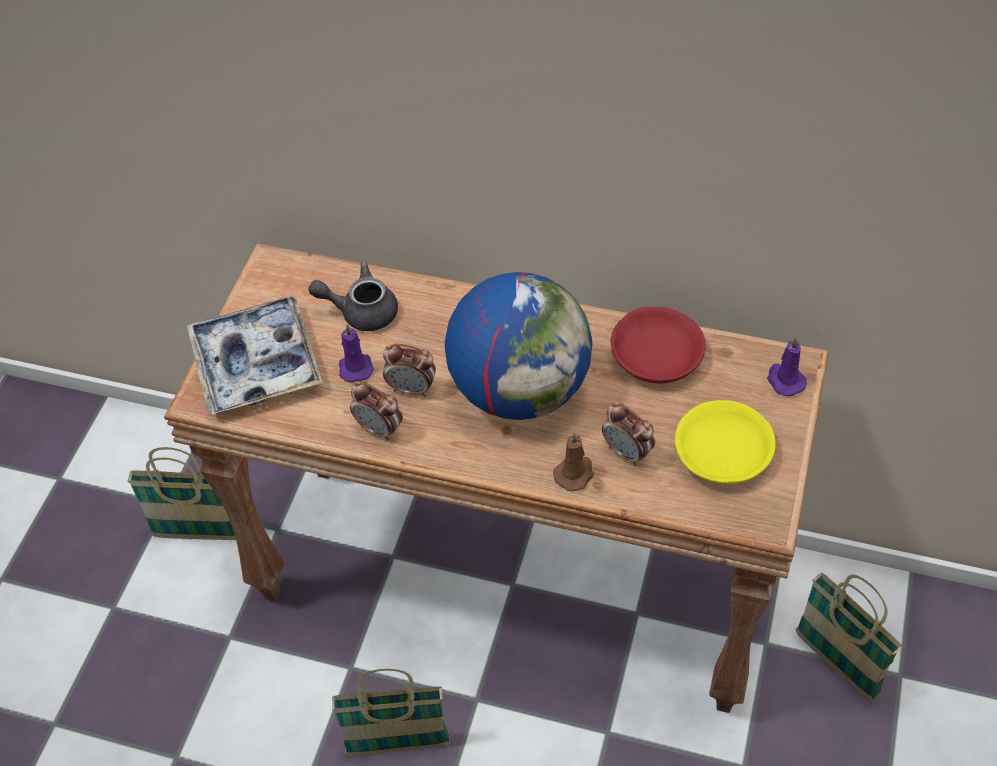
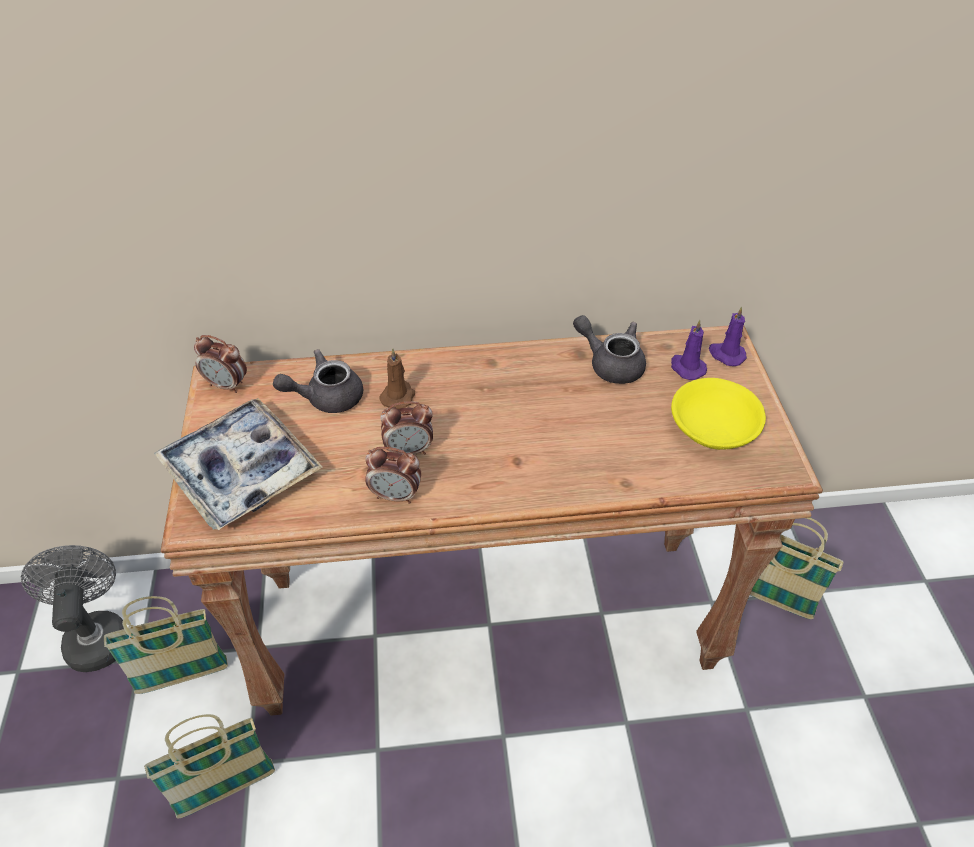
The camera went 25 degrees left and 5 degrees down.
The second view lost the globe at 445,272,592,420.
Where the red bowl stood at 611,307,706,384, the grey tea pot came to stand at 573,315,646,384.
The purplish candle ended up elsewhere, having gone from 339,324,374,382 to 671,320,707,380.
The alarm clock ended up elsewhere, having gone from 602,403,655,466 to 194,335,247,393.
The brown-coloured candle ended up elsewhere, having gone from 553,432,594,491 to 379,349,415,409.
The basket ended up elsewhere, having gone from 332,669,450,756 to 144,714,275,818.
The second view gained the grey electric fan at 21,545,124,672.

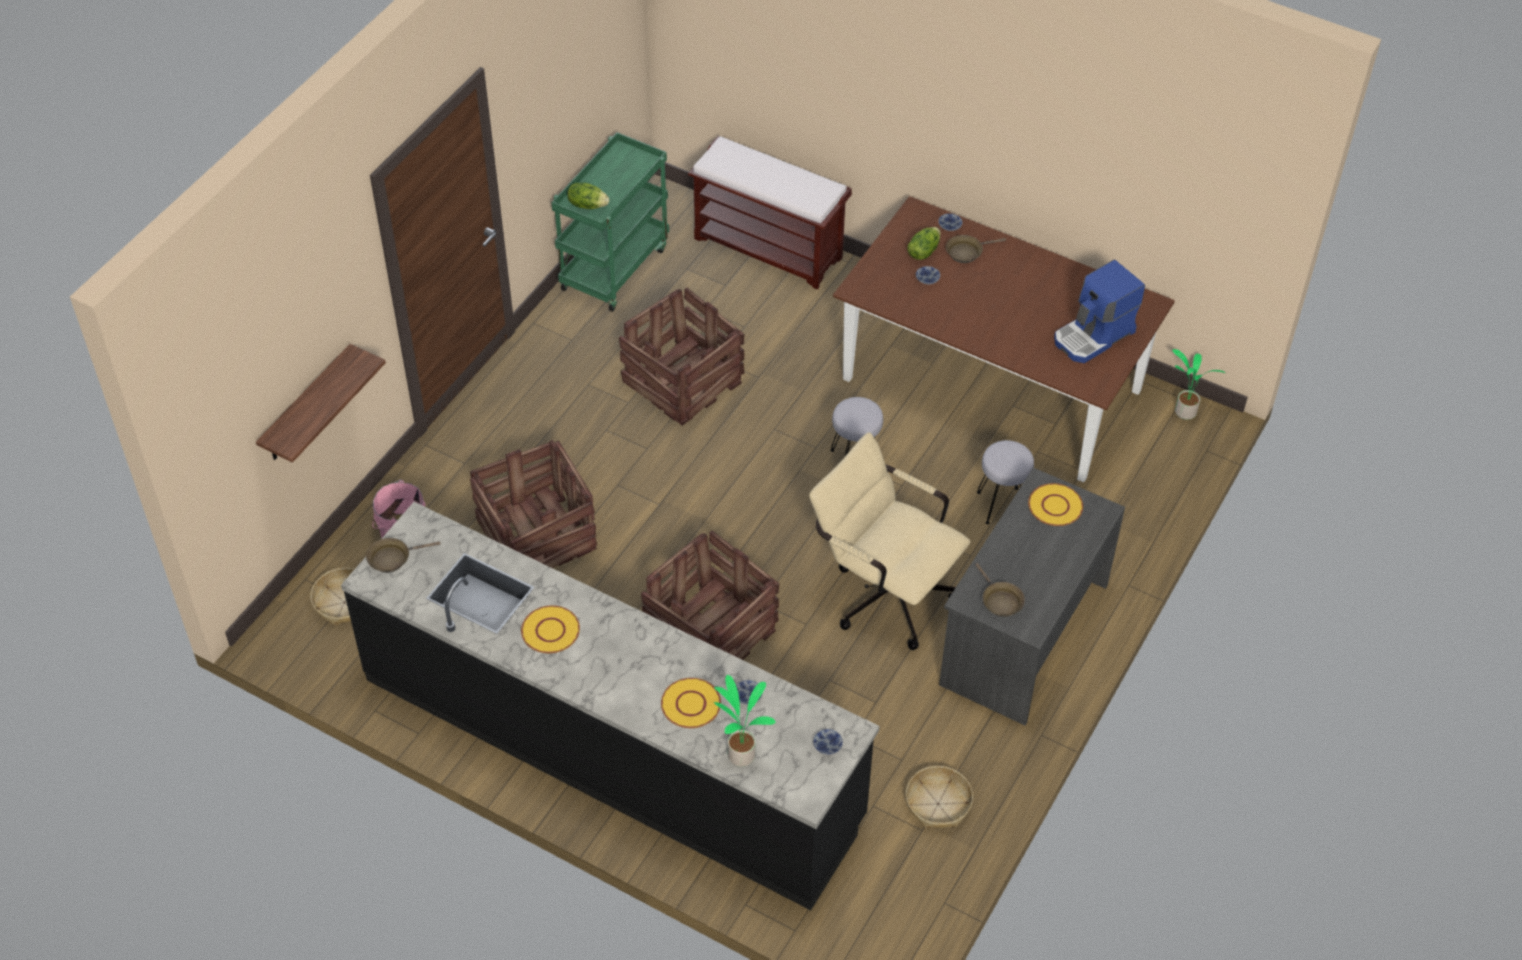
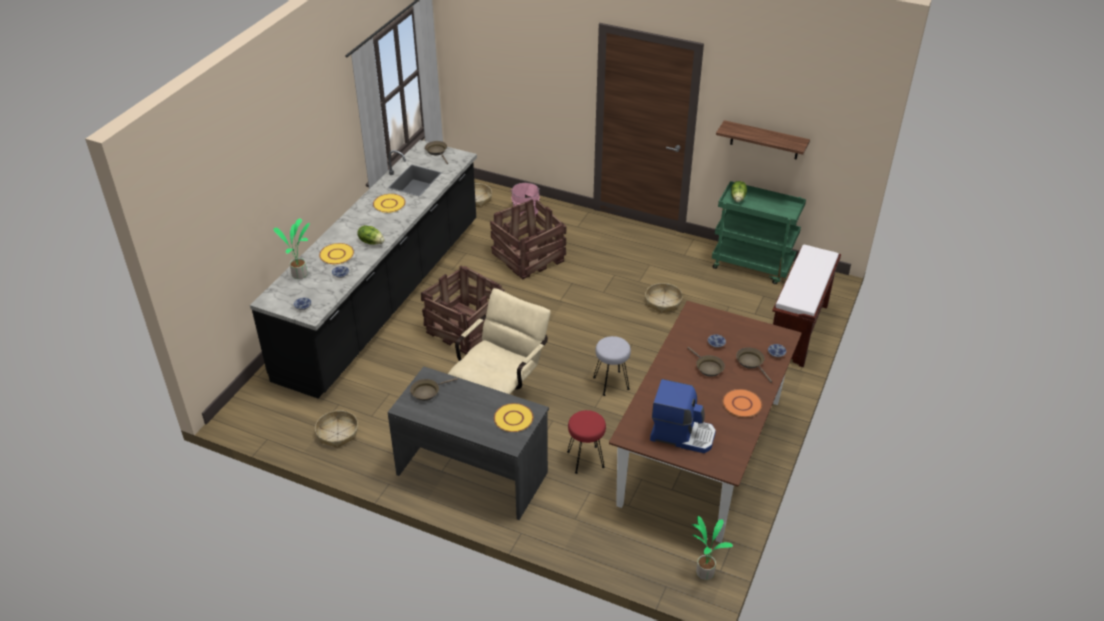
The camera went 85 degrees right and 10 degrees down.
The lettuce head ended up elsewhere, having gone from 908,227,941,260 to 357,225,385,245.
The coffee brewer at 1054,260,1145,363 ended up facing another way, 150 degrees clockwise from before.
Where the shipping crate stood at 619,288,745,425, the basket came to stand at 645,283,683,314.
The shelf ended up elsewhere, having gone from 256,344,386,463 to 716,120,810,160.
What was the grey stool at 977,440,1034,524 turned into the red stool at 567,410,606,474.
The second view gained the brown-coloured skillet at 687,347,725,377.
The second view gained the orange-coloured flat dish at 722,389,762,417.

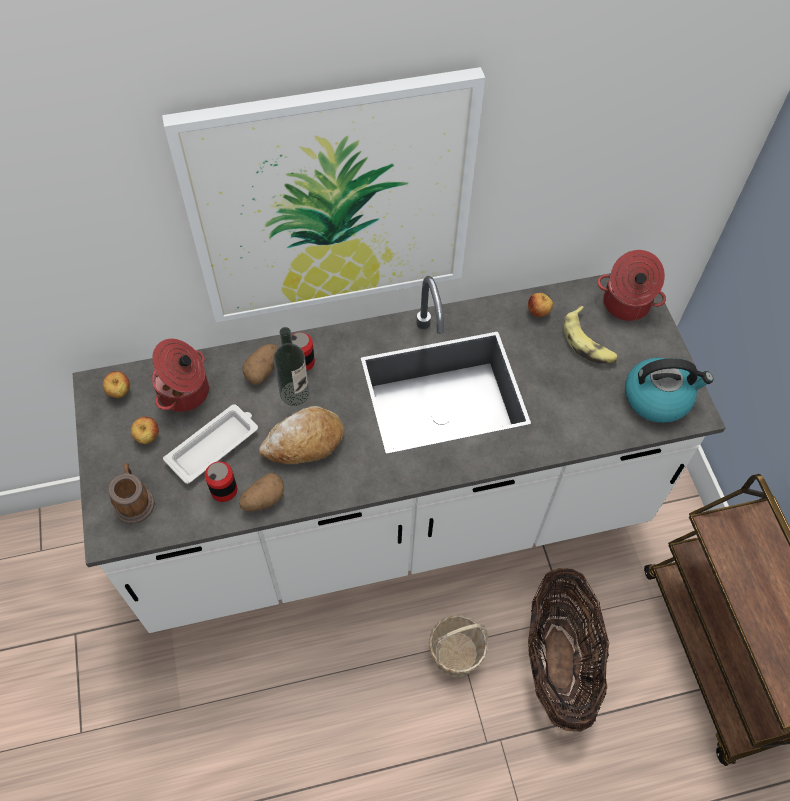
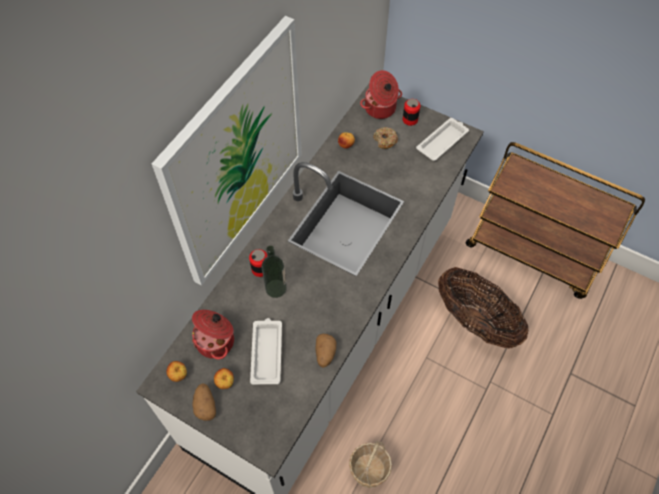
The camera went 45 degrees left and 0 degrees up.
Where the banana fruit stood at 563,306,618,364, the ring doughnut came to stand at 373,127,398,149.
The spud ended up elsewhere, having gone from 242,344,278,385 to 193,383,216,421.
Where the tea kettle stood at 625,358,713,423, the whitish carrying tray came to stand at 416,118,469,161.
The second view lost the baked bread at 259,406,344,464.
The metal can ended up elsewhere, having gone from 205,461,237,502 to 403,99,420,126.
The second view lost the coffee mug at 108,463,155,524.
The basket ended up elsewhere, having gone from 429,615,488,677 to 349,440,392,488.

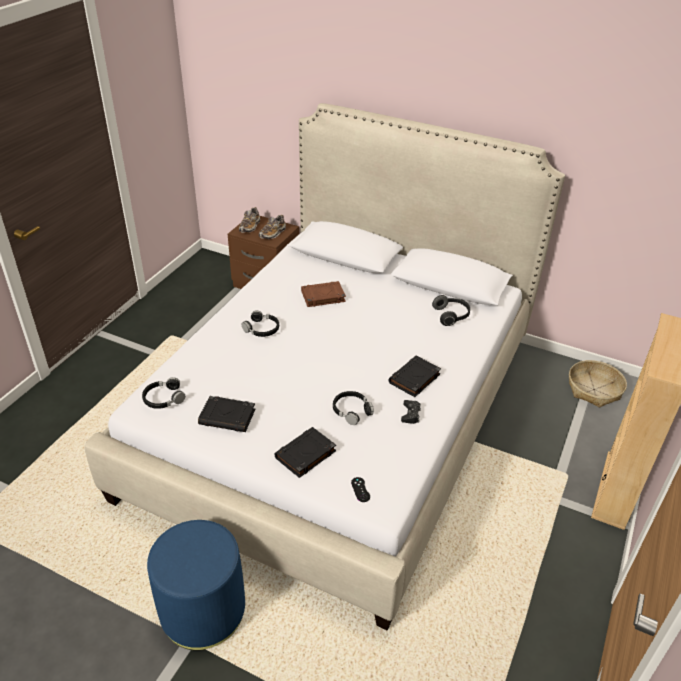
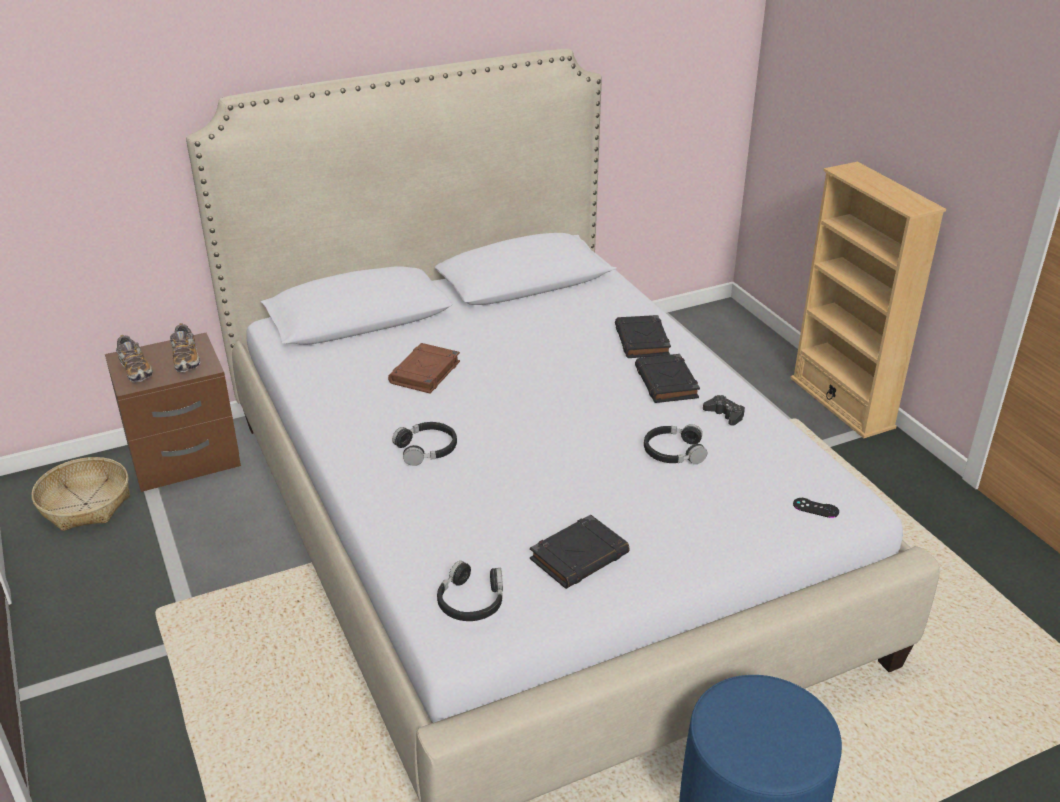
The camera went 50 degrees left and 5 degrees down.
The second view lost the headphones at 432,295,470,326.
The basket ended up elsewhere, having gone from 569,360,627,408 to 32,457,130,531.
The blackish bound book ended up elsewhere, having gone from 274,427,336,478 to 615,315,671,358.

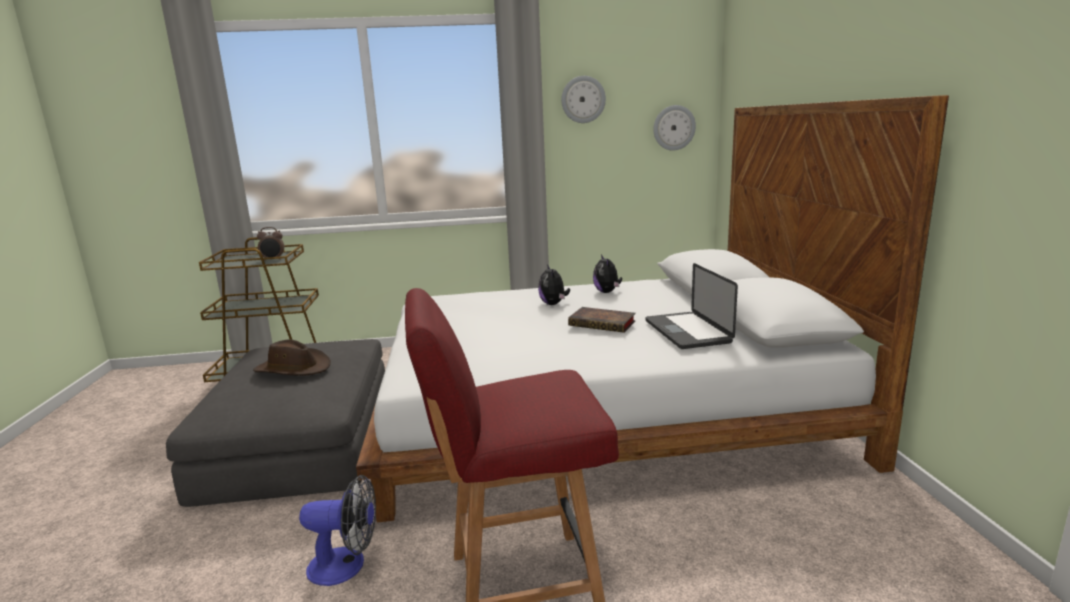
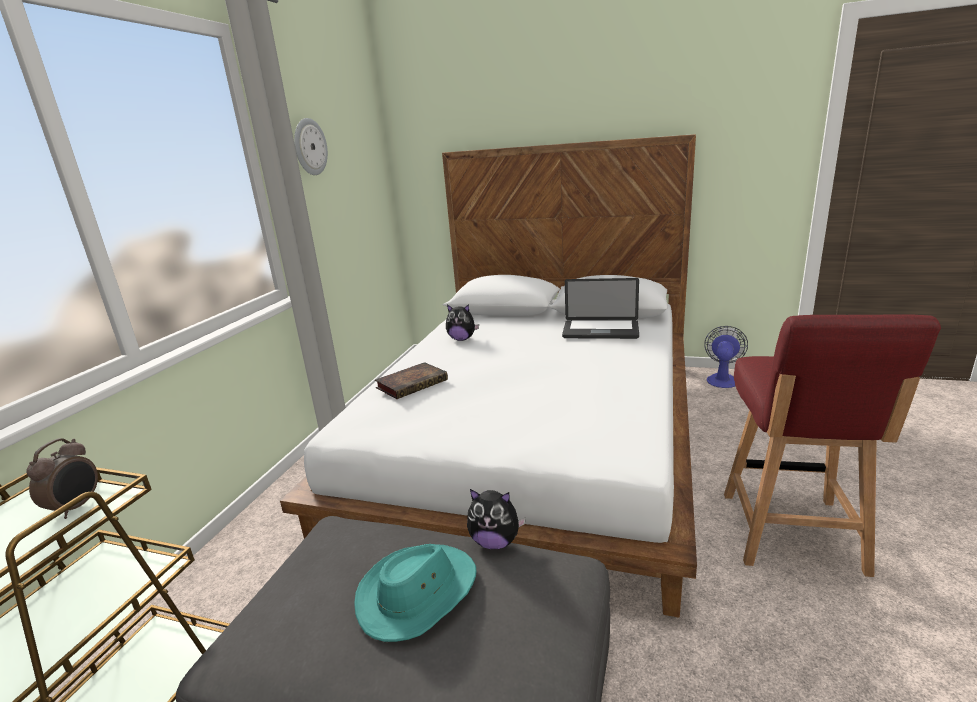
The camera went 65 degrees left and 5 degrees up.
The second view lost the hanging clock at 653,105,696,151.
The cuddly toy ended up elsewhere, having gone from 538,264,570,305 to 467,489,526,549.
The bound book ended up elsewhere, having gone from 568,307,636,333 to 375,362,448,399.
What was the brown-coloured clothing hat at 253,339,331,375 turned into the turquoise-coloured clothing hat at 354,544,476,642.
The electric fan ended up elsewhere, having gone from 299,475,376,586 to 704,326,748,388.

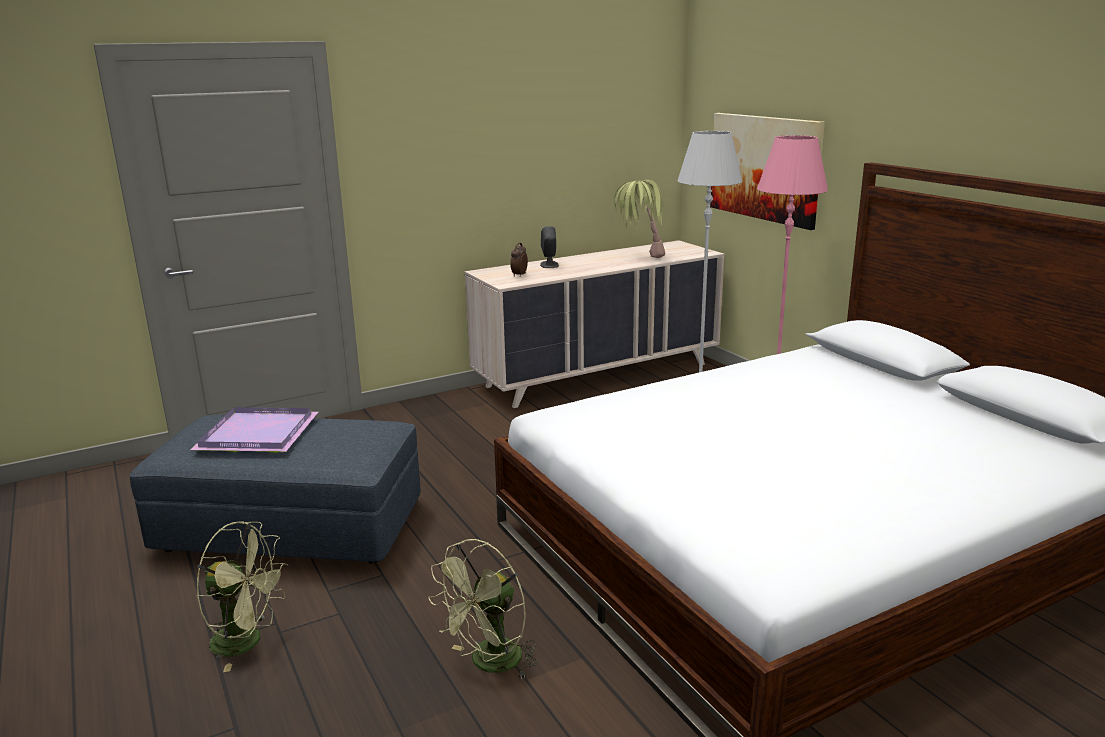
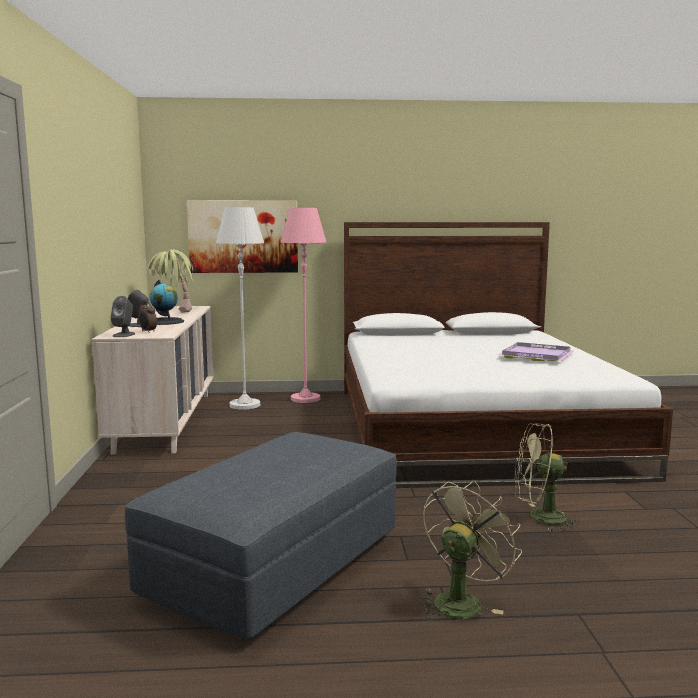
The camera went 65 degrees left and 10 degrees down.
The purplish carrying tray ended up elsewhere, having gone from 190,407,318,453 to 498,342,574,361.
The green electric fan at 428,539,538,680 ended up facing another way, 120 degrees clockwise from before.
The second view gained the globe at 150,280,184,325.
The second view gained the grey speaker at 110,296,135,337.

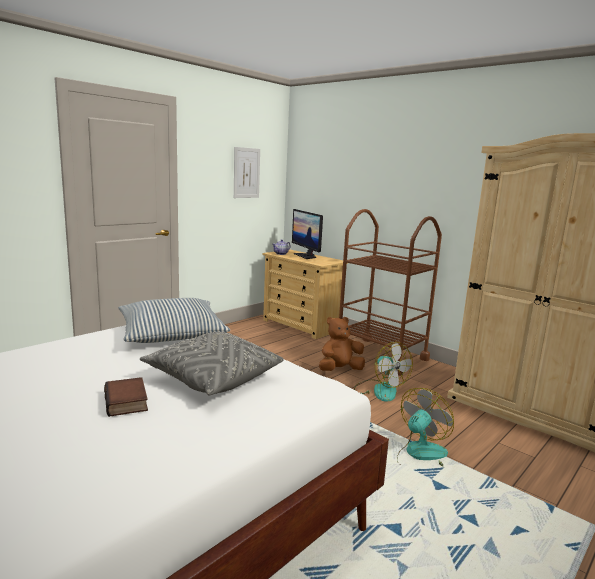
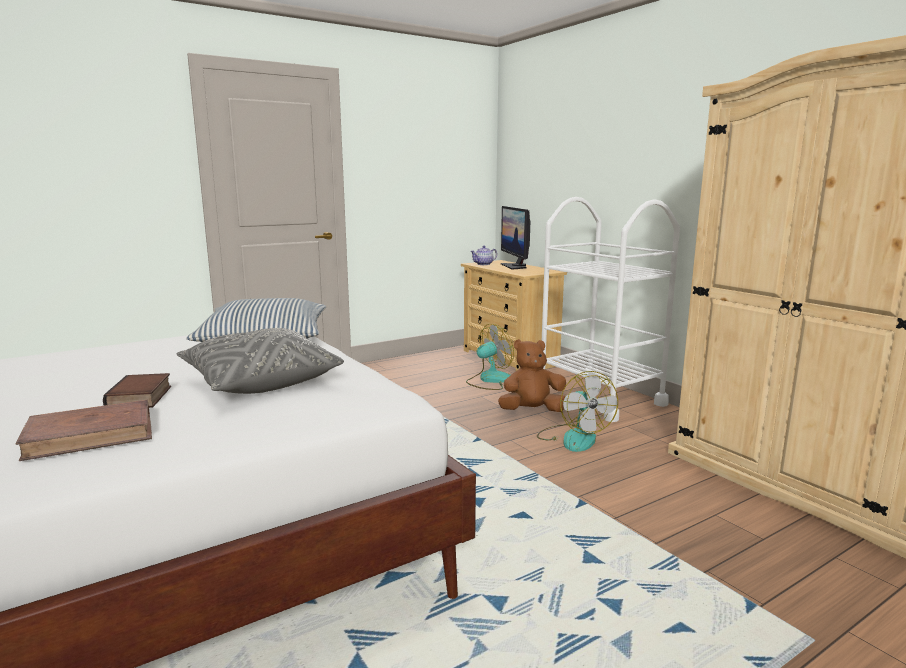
The camera went 15 degrees right and 0 degrees up.
The second view lost the wall picture at 234,147,260,198.
What was the brown-coloured wheeled cart at 339,209,442,376 turned into the whitish wheeled cart at 542,197,680,422.
The electric fan ended up elsewhere, having gone from 397,388,454,467 to 466,324,514,390.
The second view gained the brown-coloured bound book at 16,400,152,461.

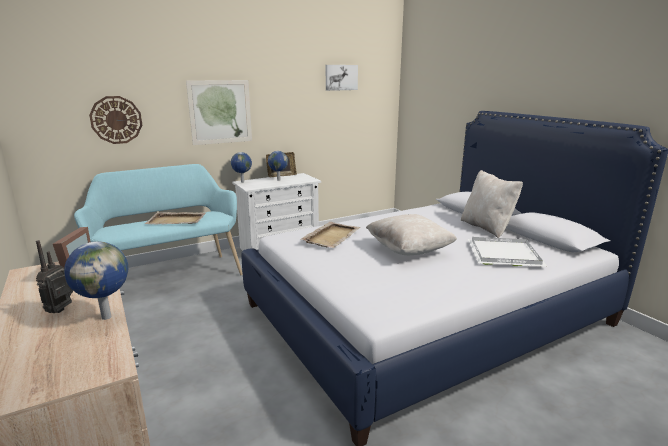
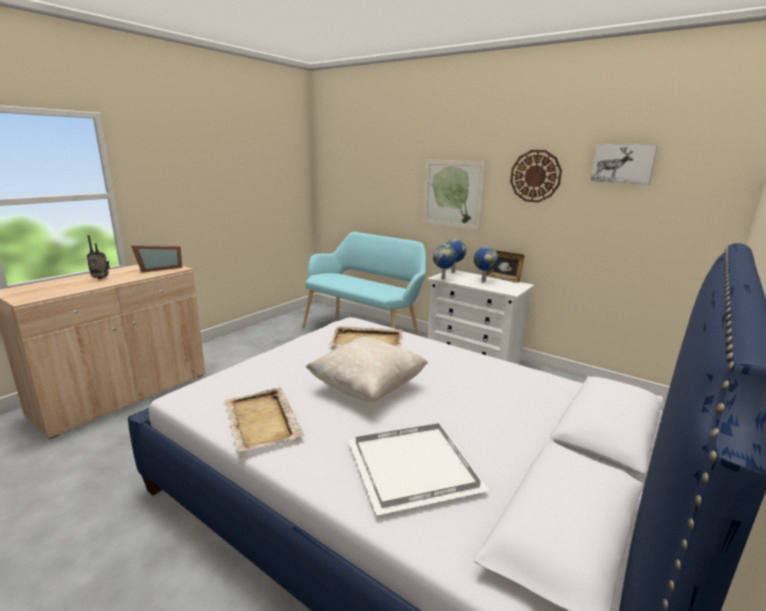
The camera went 65 degrees right and 0 degrees up.
The hanging clock ended up elsewhere, having gone from 89,96,142,144 to 510,150,562,203.
The second view lost the sand-coloured cushion at 461,170,523,238.
The sand-coloured carrying tray ended up elsewhere, having gone from 145,212,206,224 to 224,387,304,452.
The globe ended up elsewhere, having gone from 64,241,129,320 to 433,244,457,280.

